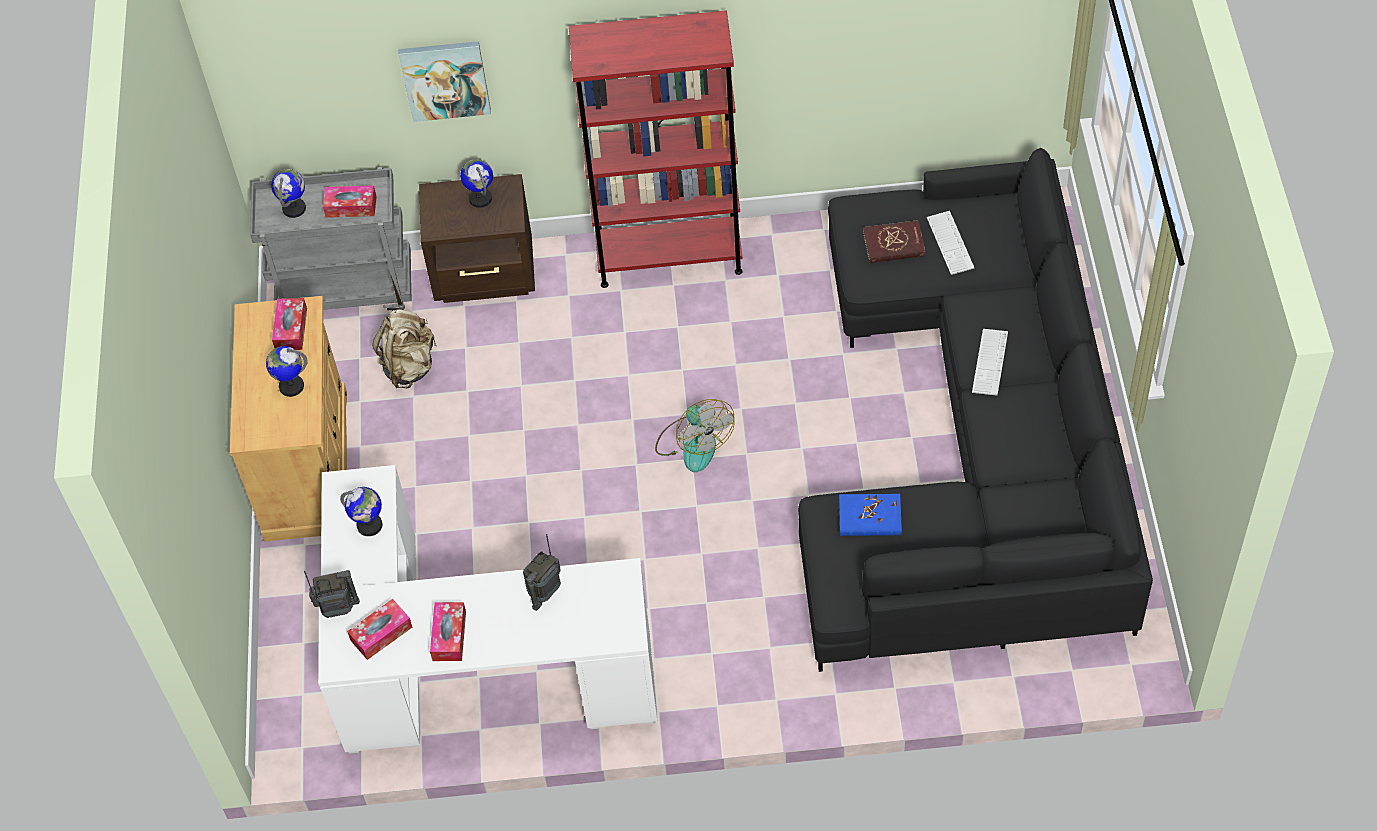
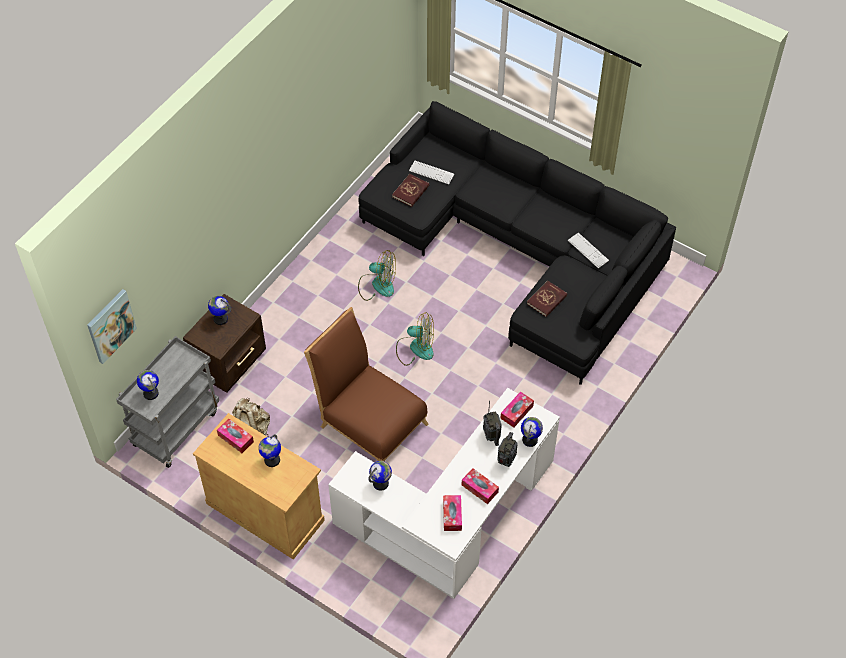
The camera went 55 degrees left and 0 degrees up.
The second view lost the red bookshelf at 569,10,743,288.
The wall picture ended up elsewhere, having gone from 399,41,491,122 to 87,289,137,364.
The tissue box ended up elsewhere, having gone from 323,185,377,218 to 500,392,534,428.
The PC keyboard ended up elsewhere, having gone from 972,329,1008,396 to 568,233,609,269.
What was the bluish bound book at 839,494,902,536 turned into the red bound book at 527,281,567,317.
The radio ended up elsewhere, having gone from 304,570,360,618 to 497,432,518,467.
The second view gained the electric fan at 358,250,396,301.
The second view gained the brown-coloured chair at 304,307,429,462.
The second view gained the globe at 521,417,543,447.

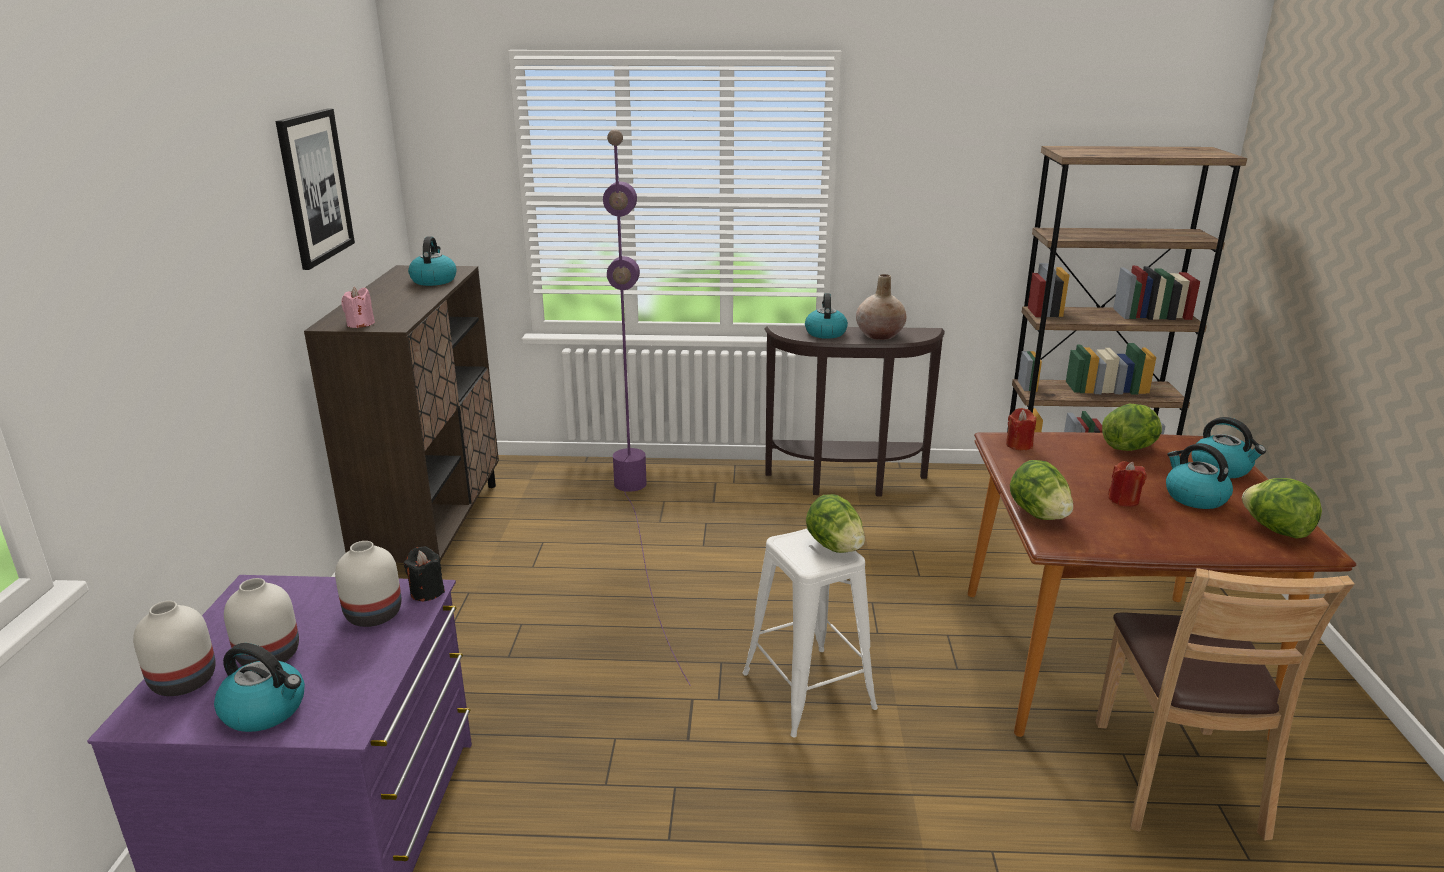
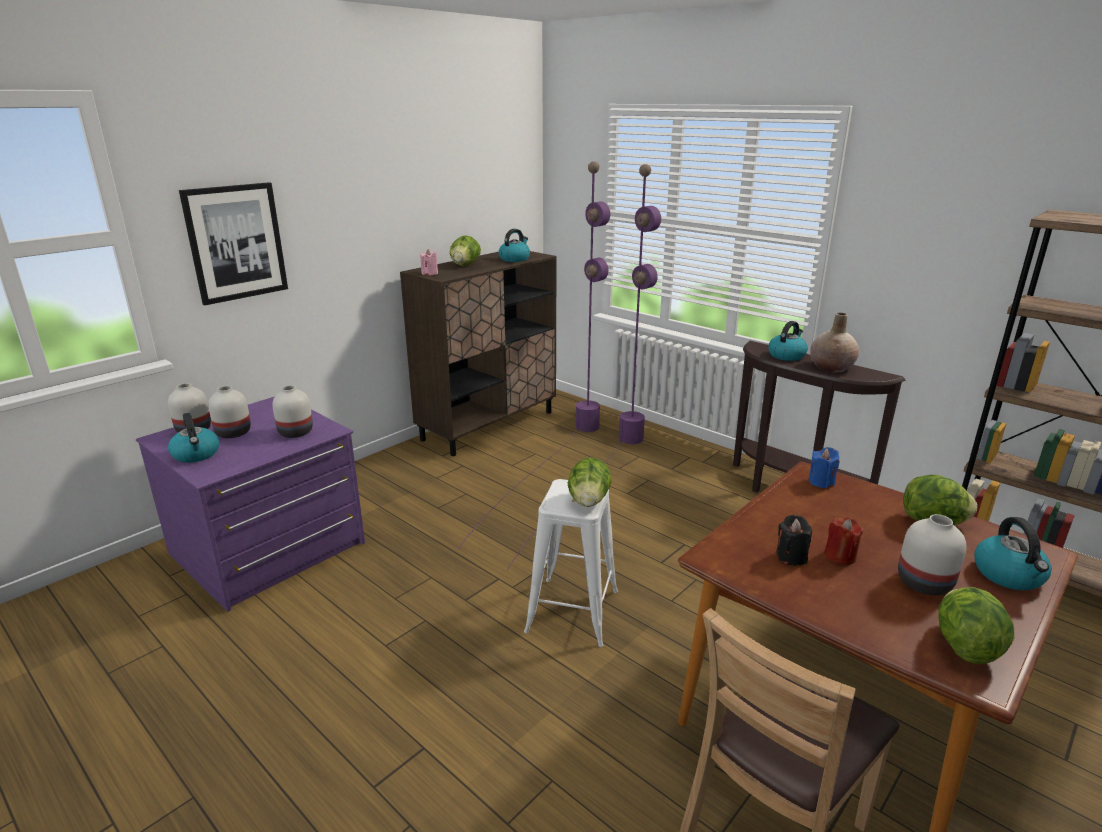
The camera went 40 degrees right and 0 degrees up.
The wall picture ended up elsewhere, having gone from 276,108,355,270 to 179,182,288,305.
What was the red candle at 1006,408,1036,450 turned into the bluish candle at 809,447,840,489.
Where the tea kettle stood at 1166,443,1233,509, the whitish flower vase came to stand at 898,514,967,595.
The lettuce head ended up elsewhere, having gone from 1010,460,1073,520 to 450,235,481,266.
The blackish candle ended up elsewhere, having gone from 404,546,445,601 to 776,515,812,566.
The second view gained the purplish standing lamp at 457,161,610,550.

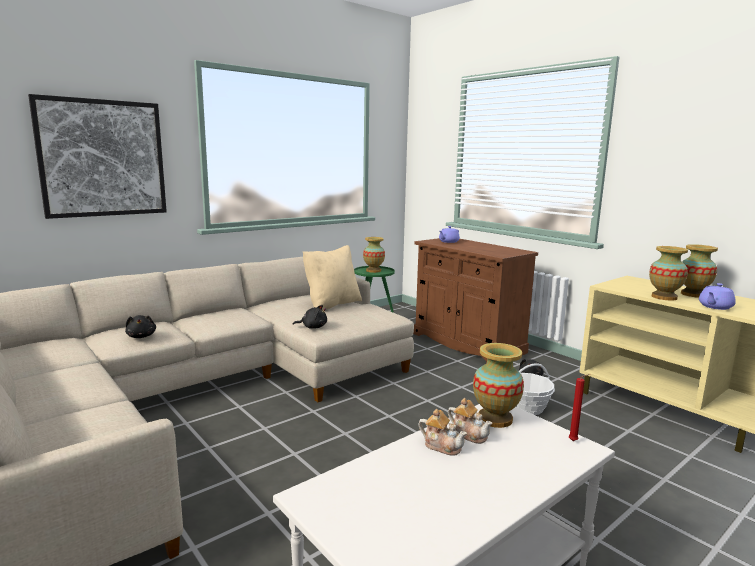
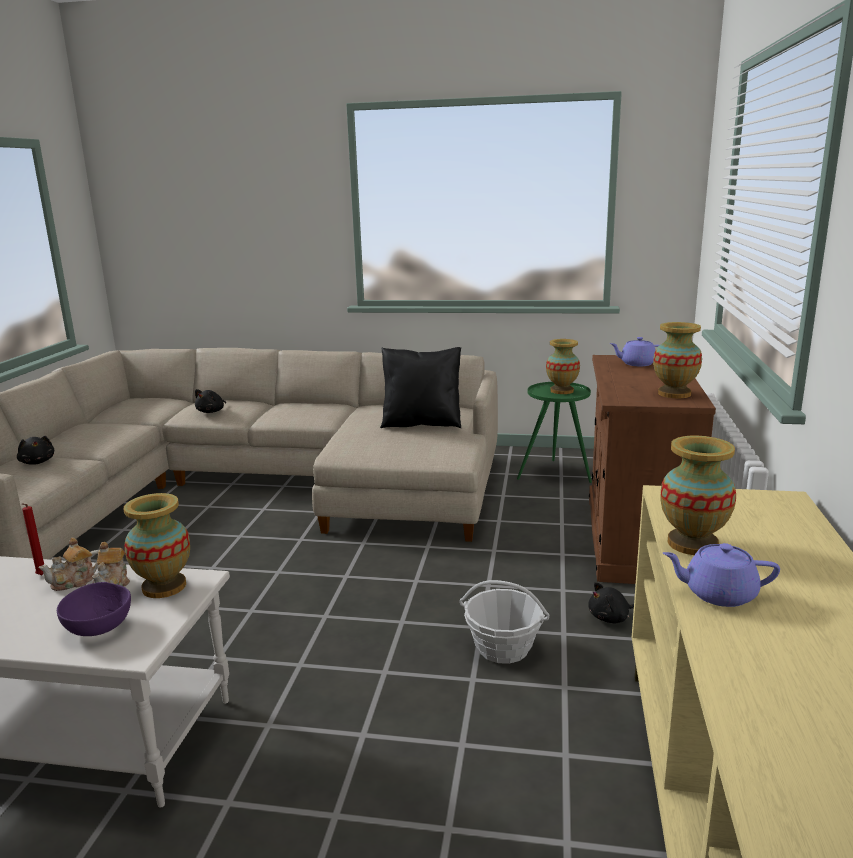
The camera went 50 degrees right and 5 degrees up.
The second view lost the wall picture at 28,94,167,219.
The flower vase ended up elsewhere, having gone from 681,244,718,298 to 653,322,702,398.
What was the sand-coloured cushion at 303,245,362,310 turned into the blackish cushion at 380,347,461,428.
The blackish cuddly toy ended up elsewhere, having gone from 293,305,327,329 to 17,436,54,465.
The red candle ended up elsewhere, having gone from 569,374,590,441 to 22,503,44,575.
The tea pot at 418,409,467,456 ended up facing another way, 60 degrees clockwise from before.
The second view gained the purplish bowl at 57,582,131,636.

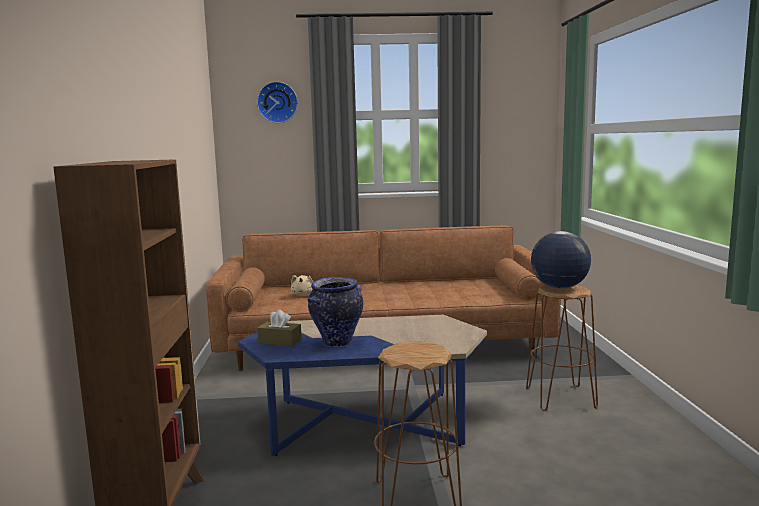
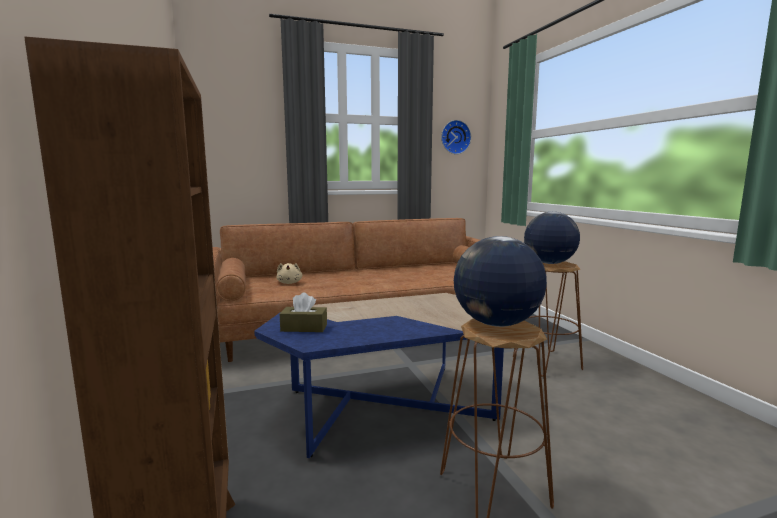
The camera went 15 degrees left and 0 degrees up.
The hanging clock ended up elsewhere, having gone from 257,81,298,123 to 441,120,471,154.
The second view lost the flower vase at 308,277,363,347.
The second view gained the globe at 454,236,547,327.

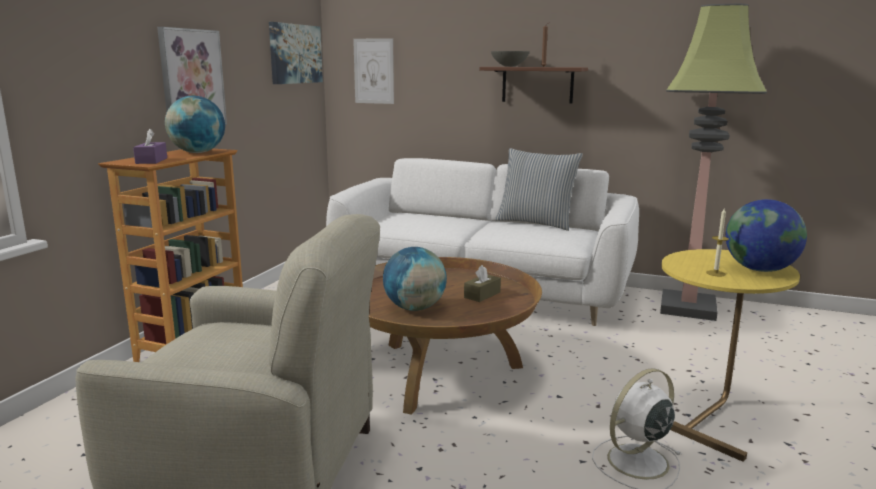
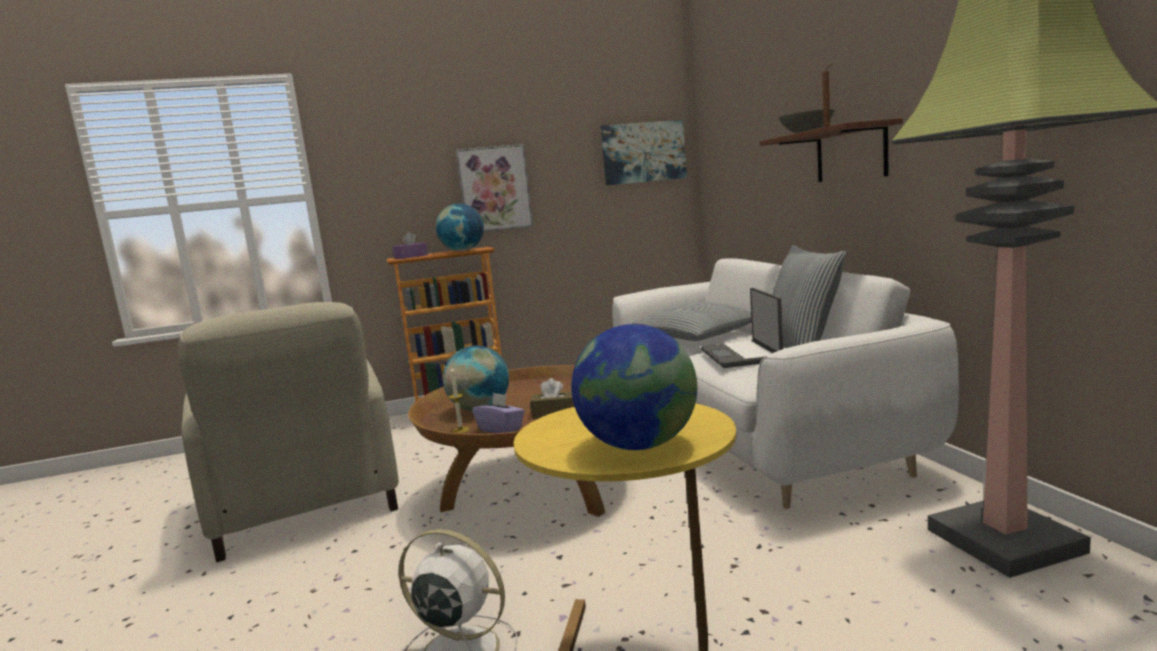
The camera went 55 degrees right and 5 degrees down.
The second view lost the wall picture at 353,38,394,104.
The candle ended up elsewhere, having gone from 706,207,729,277 to 448,367,470,433.
The second view gained the laptop at 701,288,783,368.
The second view gained the cushion at 632,302,752,341.
The second view gained the purplish tissue box at 472,393,525,433.

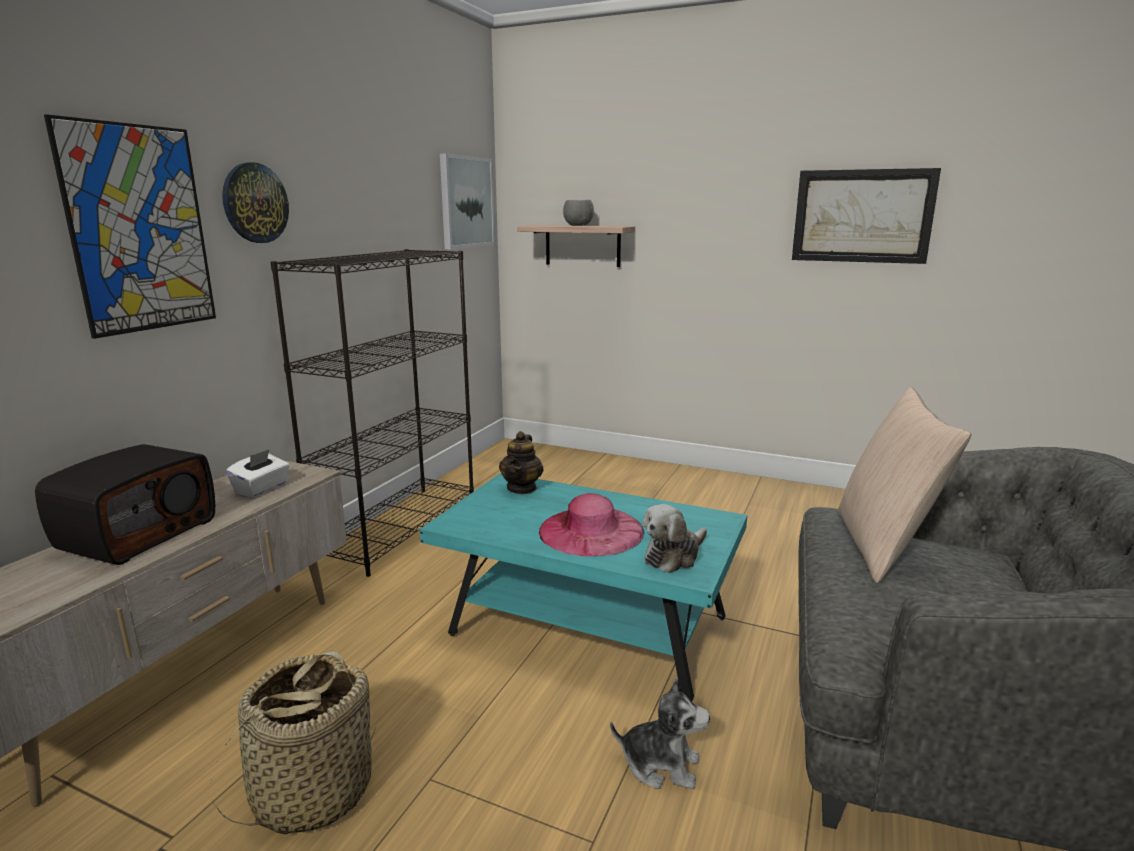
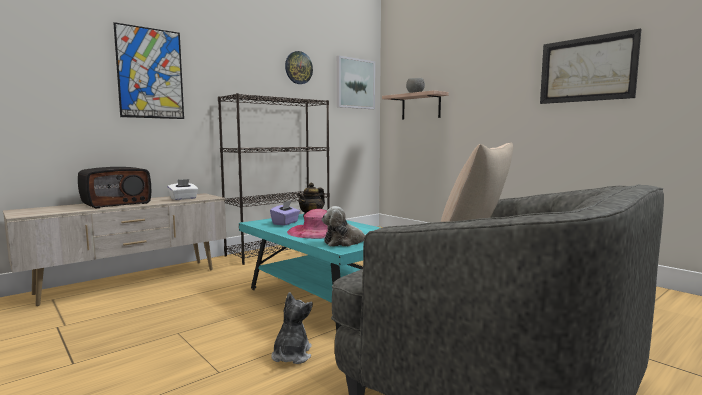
The camera went 25 degrees right and 10 degrees down.
The hanging clock ended up elsewhere, having gone from 222,162,289,243 to 285,51,313,84.
The second view lost the basket at 211,652,377,834.
The cuddly toy at 610,678,710,789 ended up facing another way, 120 degrees counterclockwise from before.
The second view gained the purplish tissue box at 270,201,300,226.

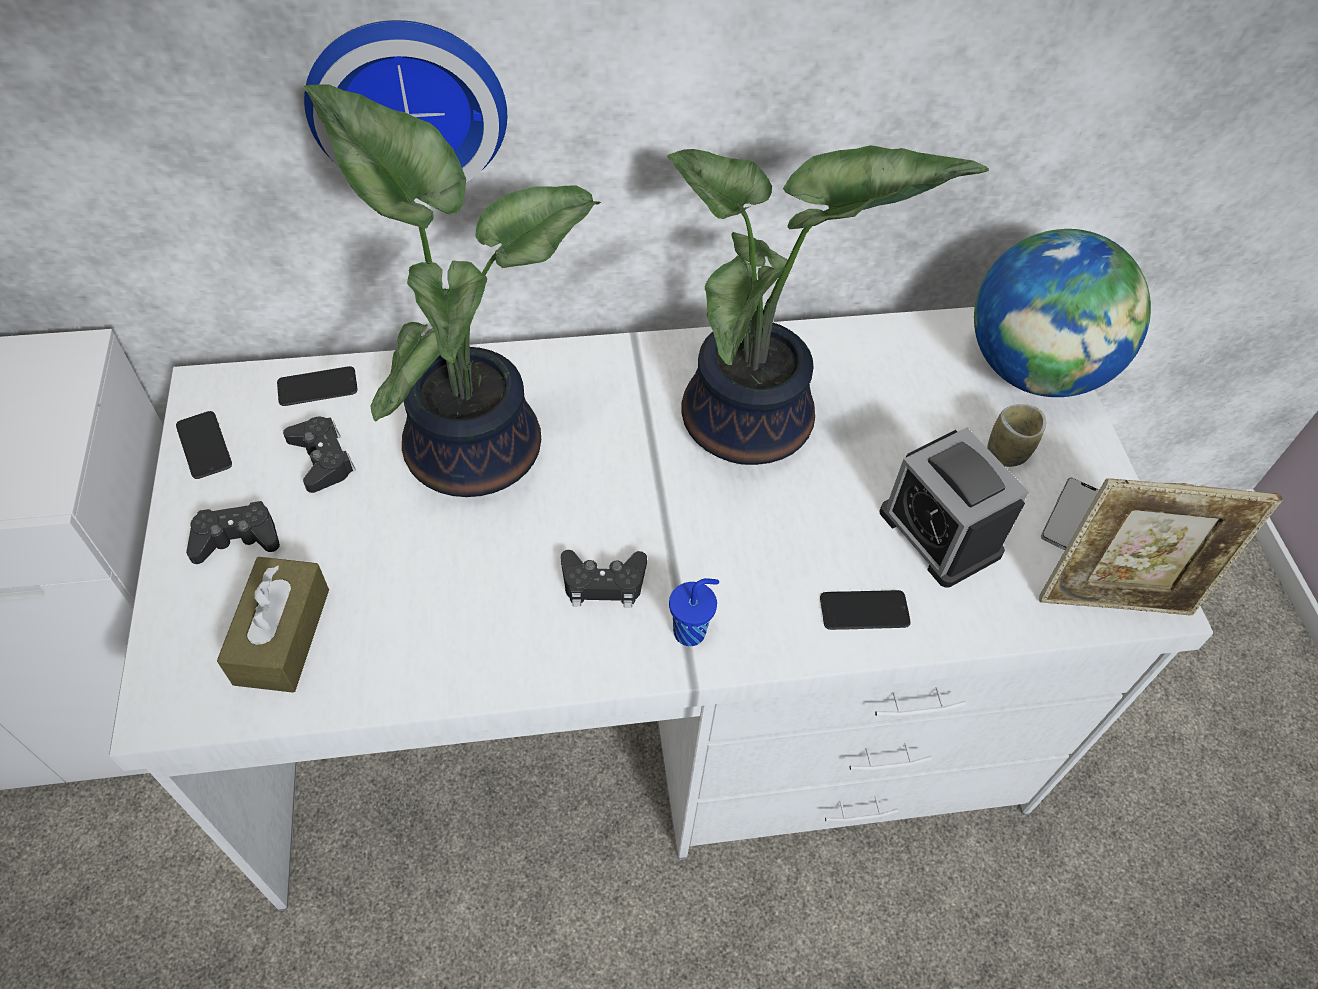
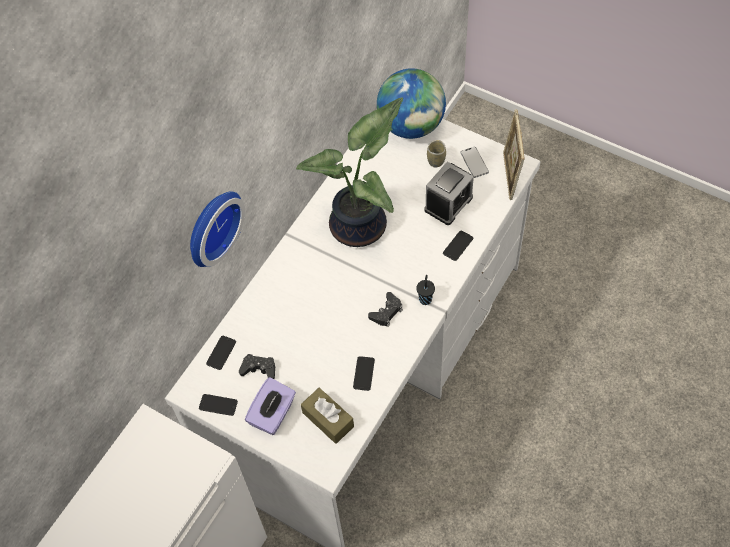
The camera went 45 degrees left and 5 degrees up.
The second view lost the potted plant at 303,85,601,497.
The alarm clock at 880,428,1029,587 ended up facing another way, 60 degrees counterclockwise from before.
The picture frame at 1039,478,1283,615 ended up facing another way, 135 degrees clockwise from before.
Where the blackish gamepad stood at 186,501,280,564, the purplish tissue box came to stand at 245,377,296,435.
What was the bluish cup at 669,578,719,646 turned into the blackish cup at 416,275,435,305.
The second view gained the handset at 353,356,375,391.

